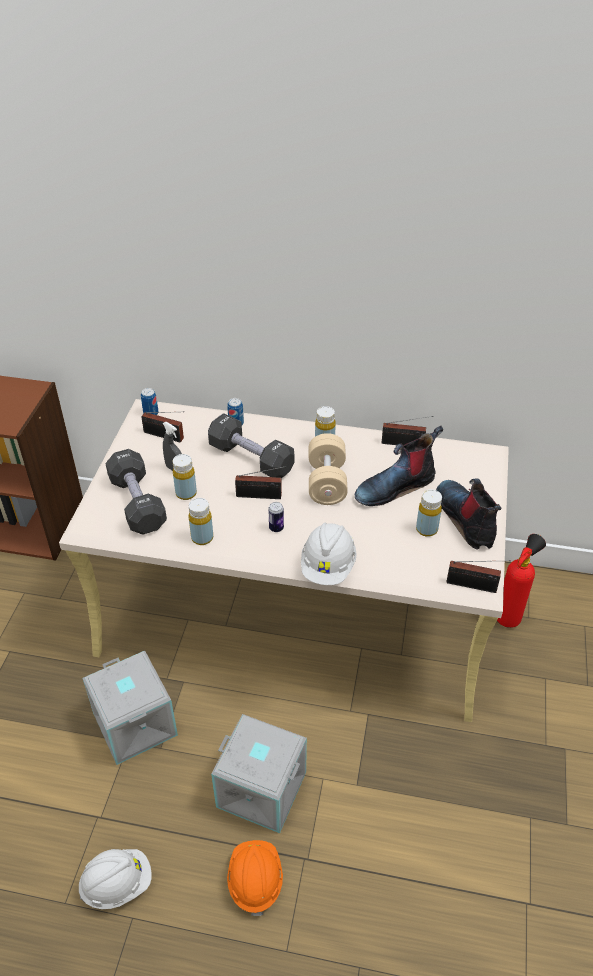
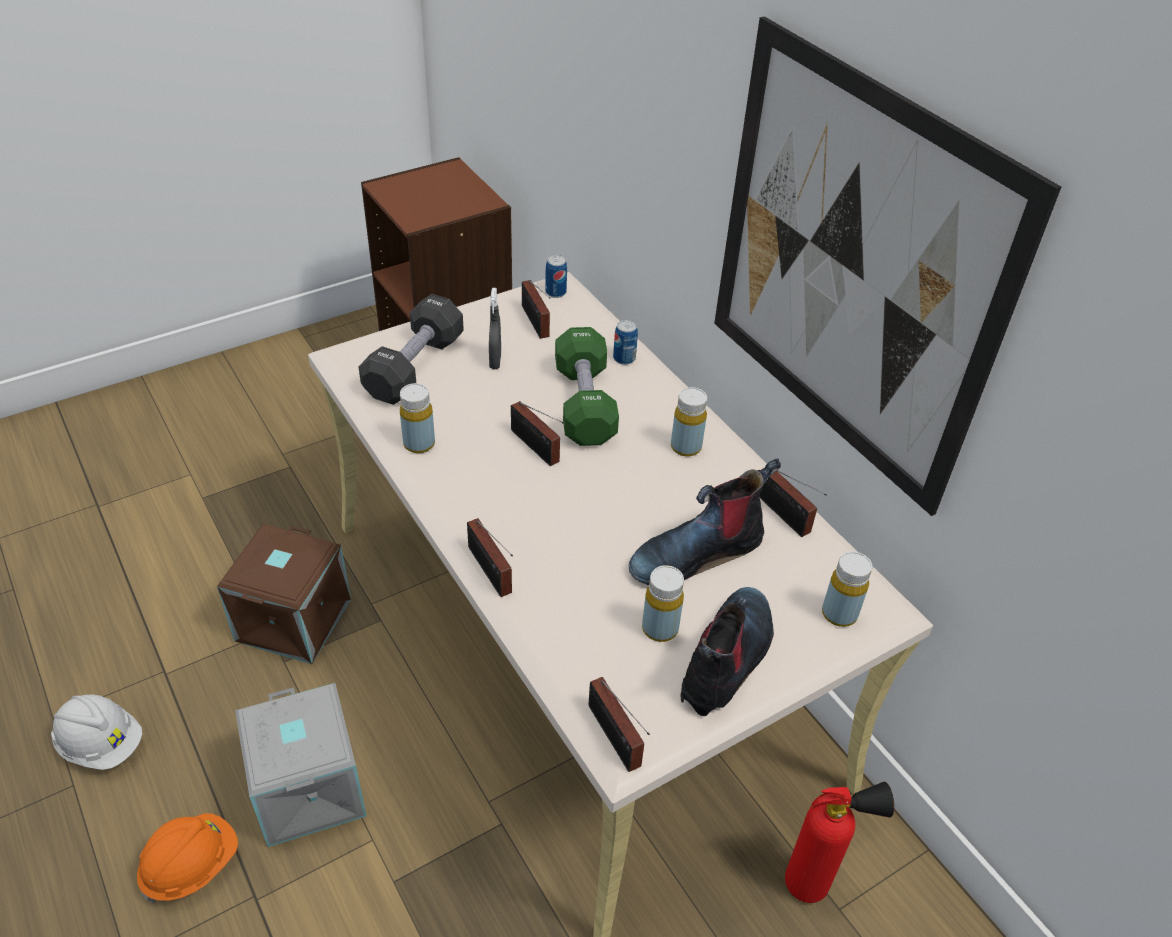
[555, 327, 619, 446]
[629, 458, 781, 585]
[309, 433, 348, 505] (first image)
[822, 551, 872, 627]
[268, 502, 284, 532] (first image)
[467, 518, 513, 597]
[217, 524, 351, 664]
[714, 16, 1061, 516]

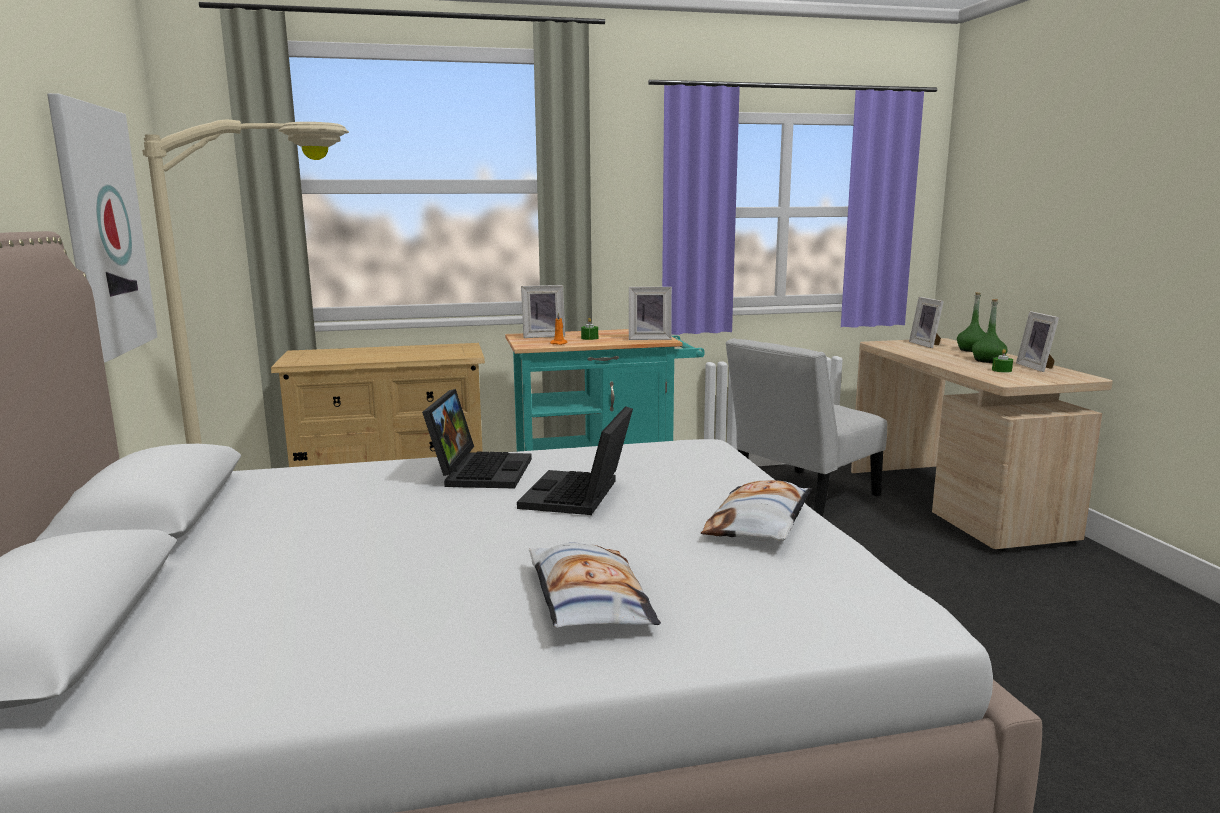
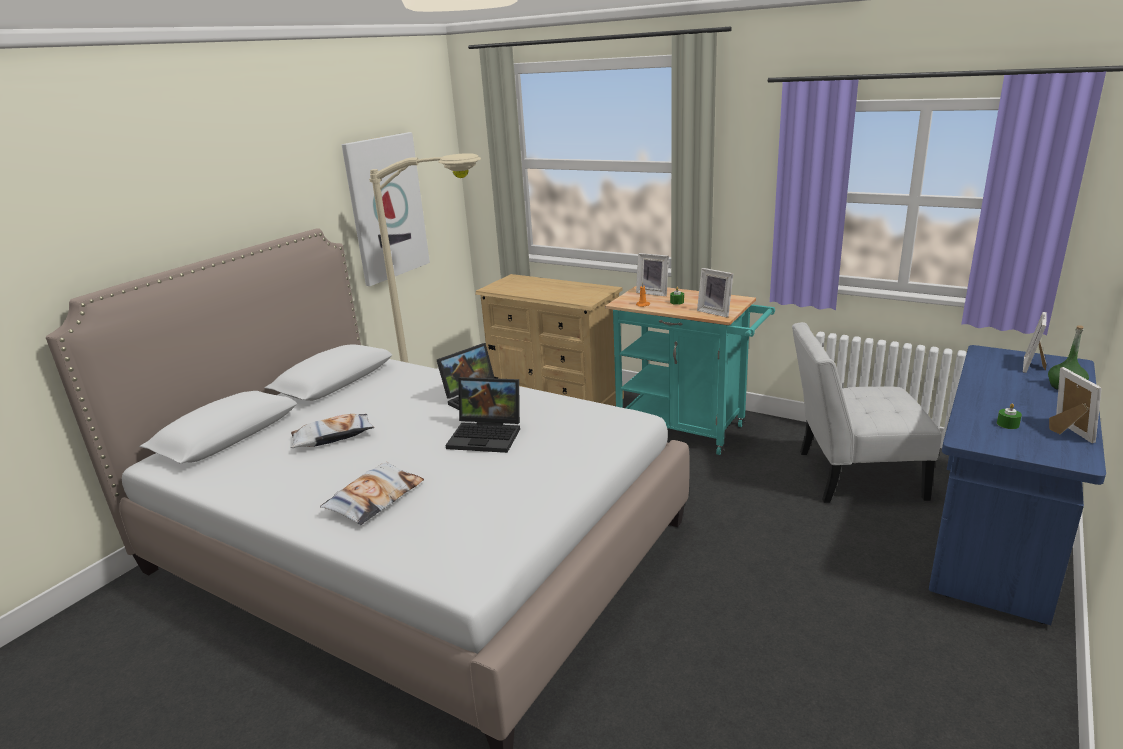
[972, 299, 1008, 363] (first image)
[1049, 367, 1102, 443]
[929, 345, 1106, 625]
[446, 377, 520, 453]
[291, 414, 375, 448]

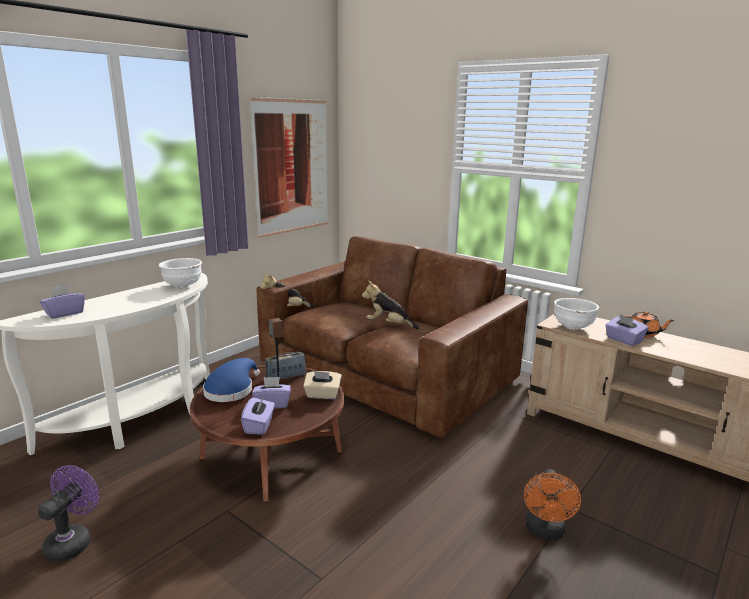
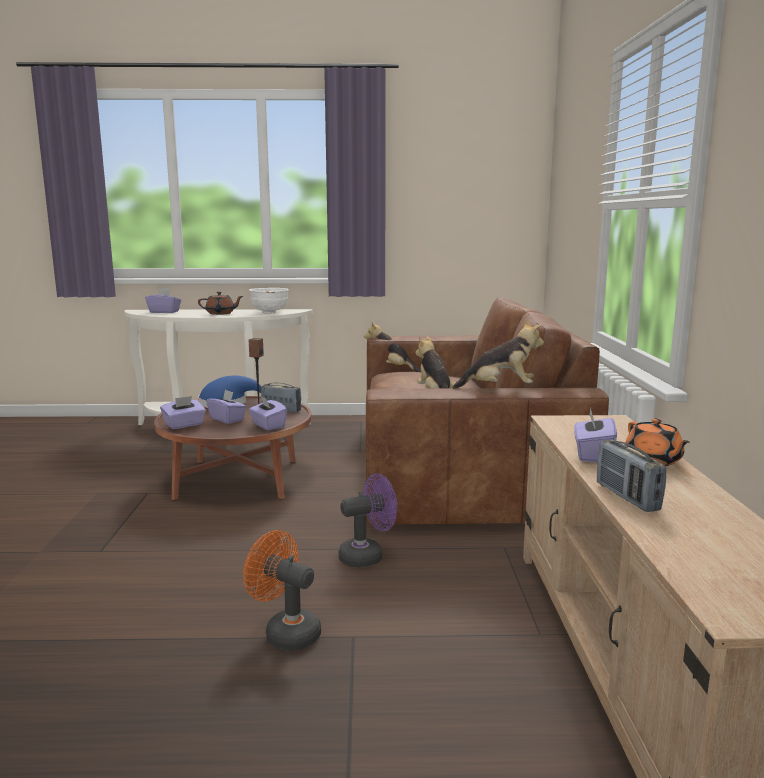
[250, 97, 328, 238] (first image)
[554, 298, 599, 330] (first image)
[249, 397, 287, 430]
[338, 473, 397, 567]
[243, 530, 321, 651]
[198, 292, 243, 315]
[453, 320, 544, 389]
[597, 440, 666, 512]

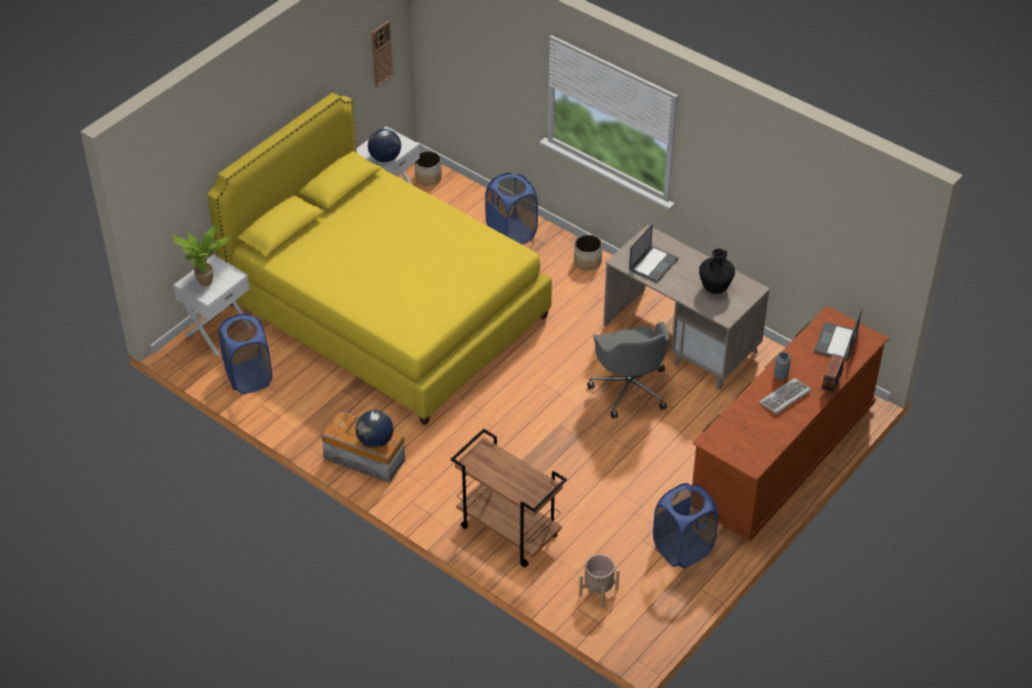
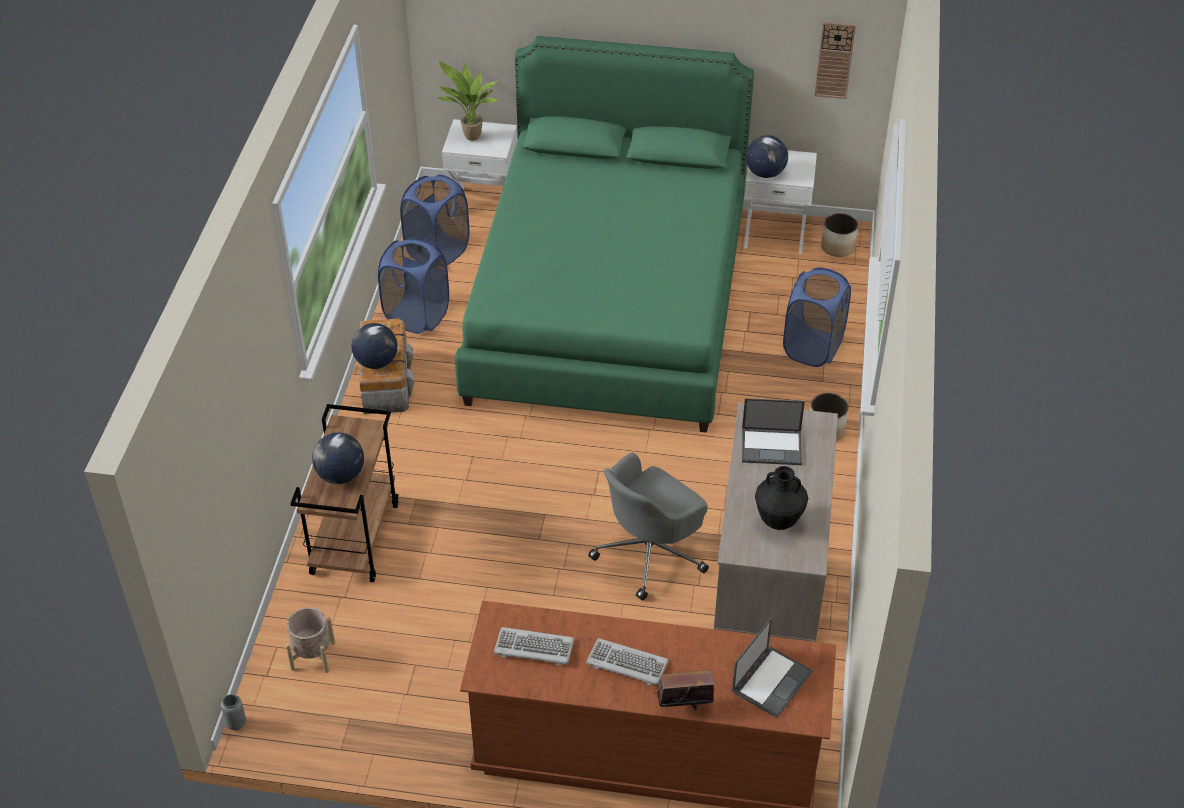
[455, 36, 754, 433]
[732, 617, 813, 718]
[221, 694, 246, 730]
[378, 238, 449, 334]
[312, 432, 364, 484]
[494, 627, 574, 666]

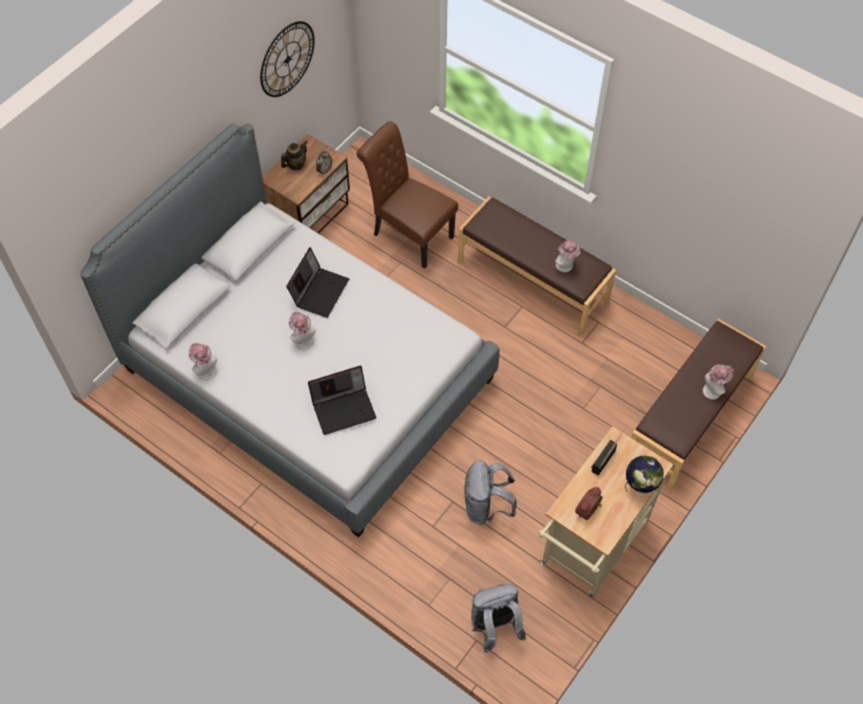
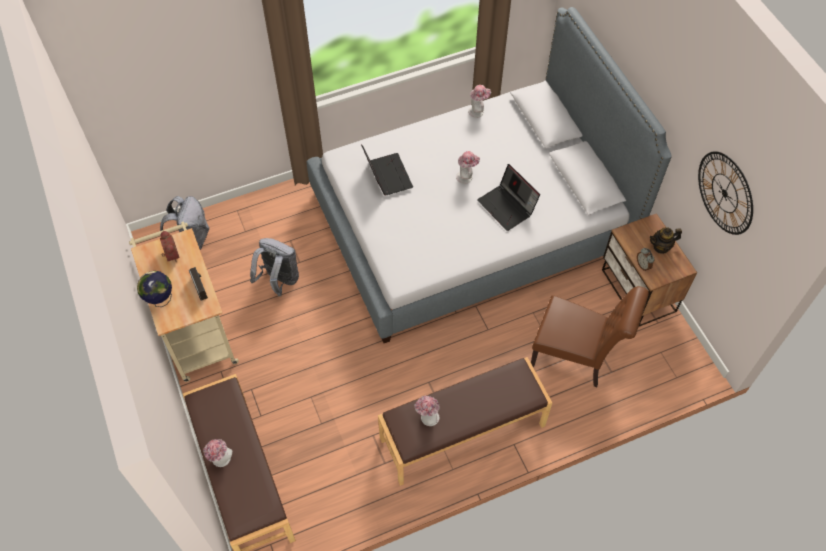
[531, 286, 649, 387]
[650, 227, 682, 254]
[361, 145, 413, 195]

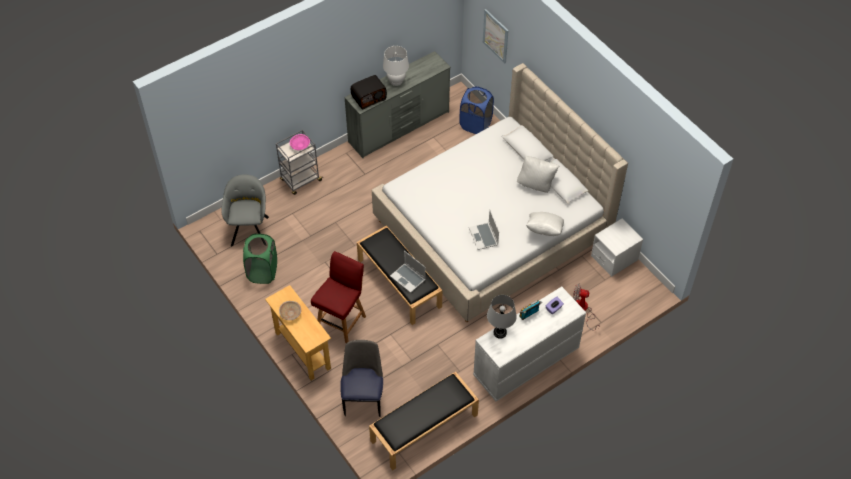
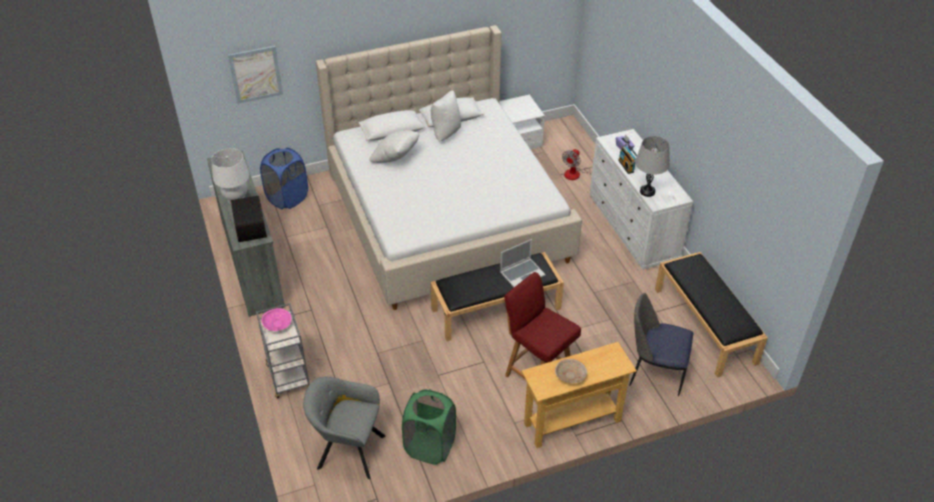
[469, 210, 499, 250] (first image)
[369, 130, 420, 163]

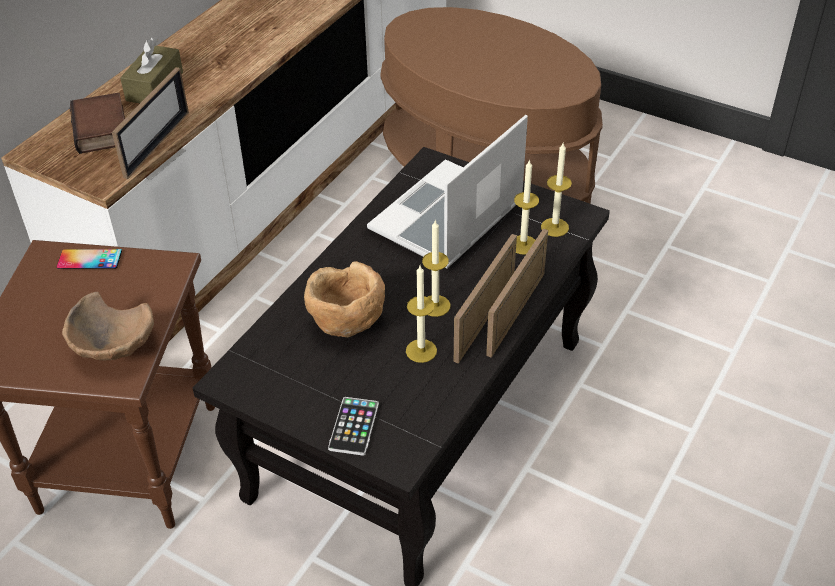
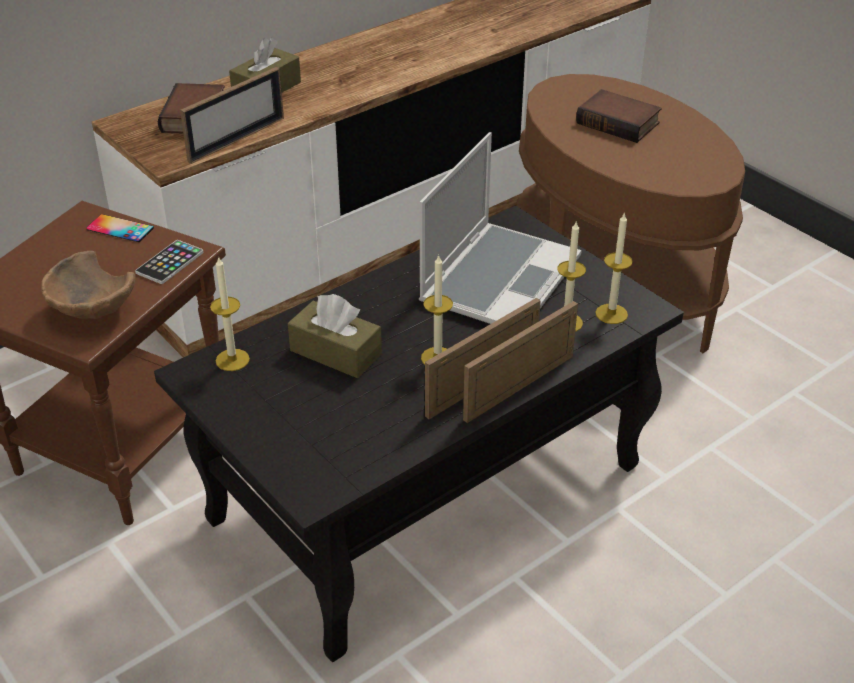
[419, 132, 582, 324]
[288, 294, 382, 378]
[210, 256, 250, 371]
[135, 240, 203, 284]
[576, 89, 662, 143]

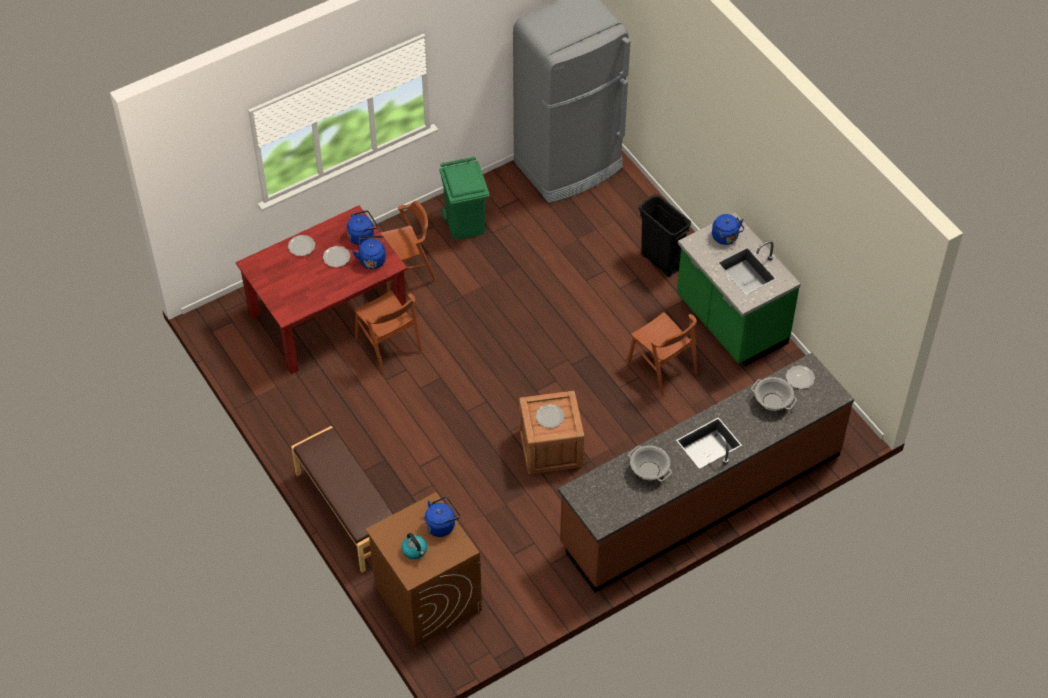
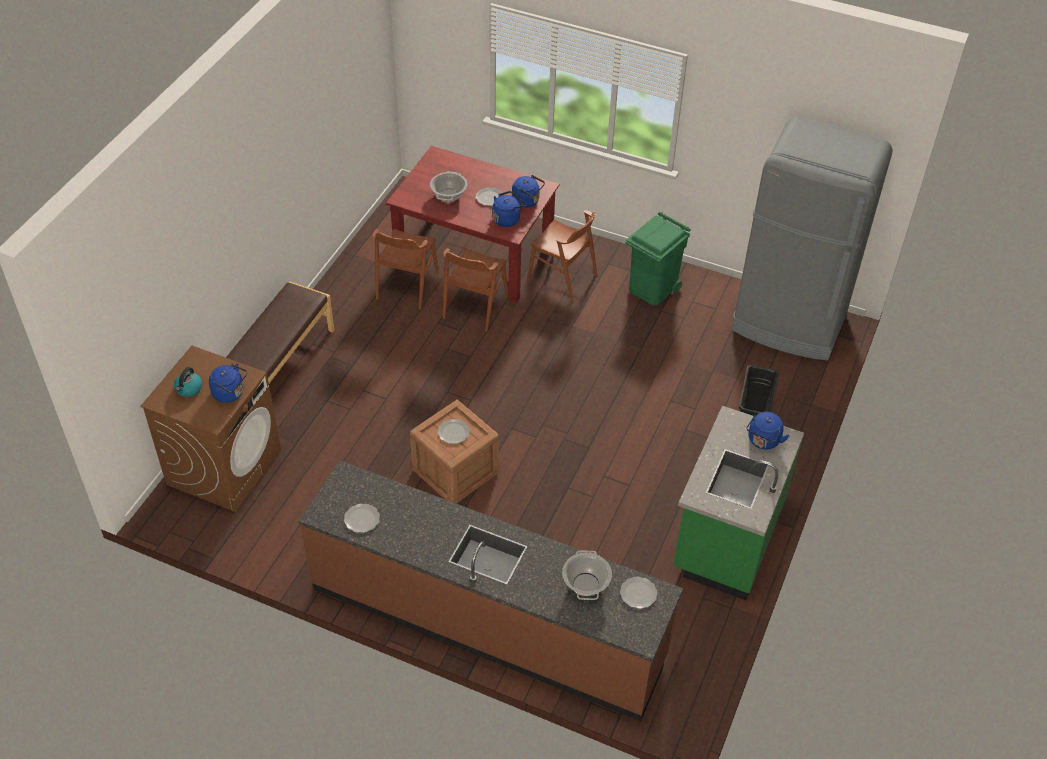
[344, 504, 380, 533]
[373, 229, 439, 309]
[430, 171, 467, 202]

